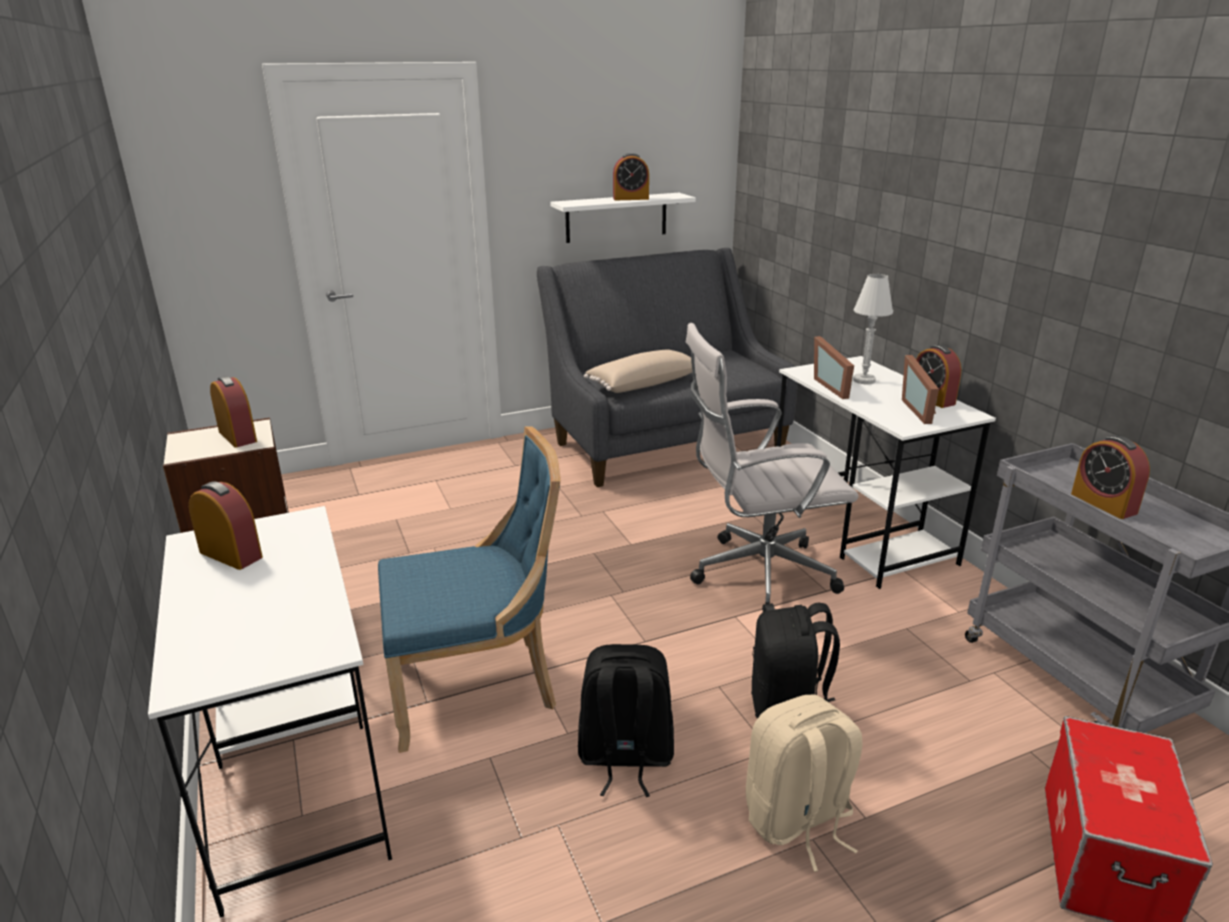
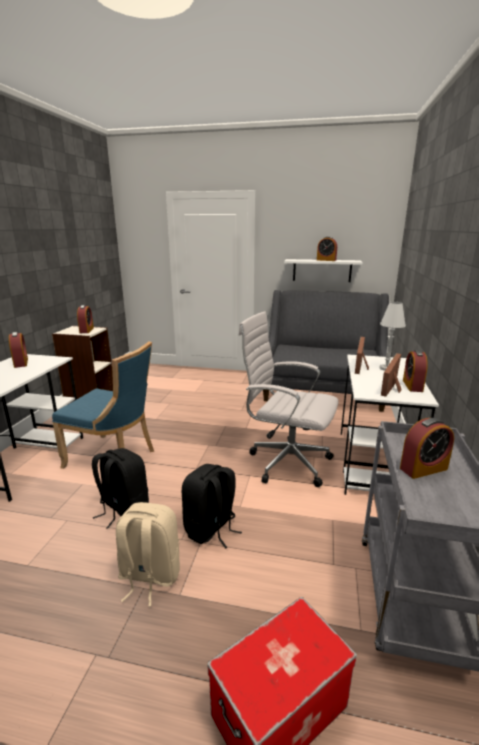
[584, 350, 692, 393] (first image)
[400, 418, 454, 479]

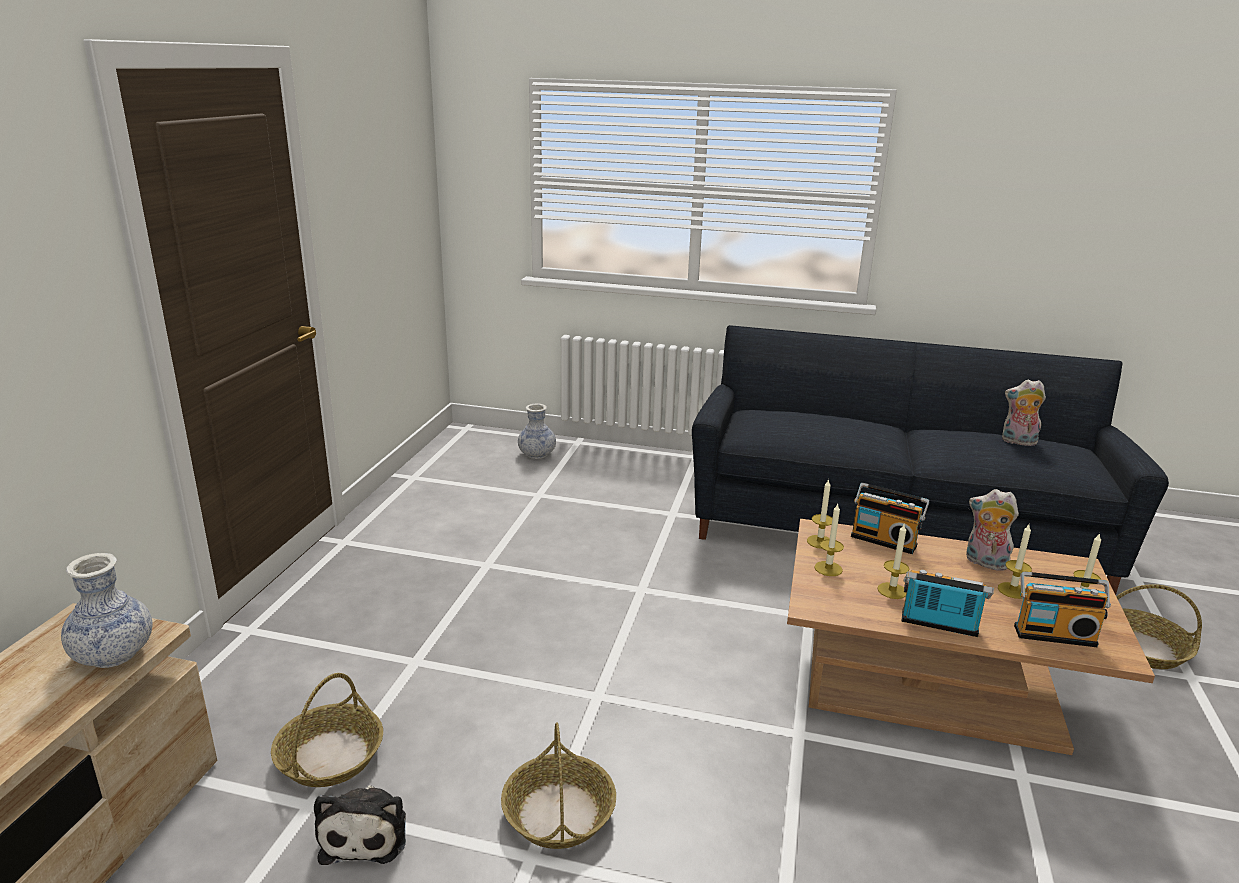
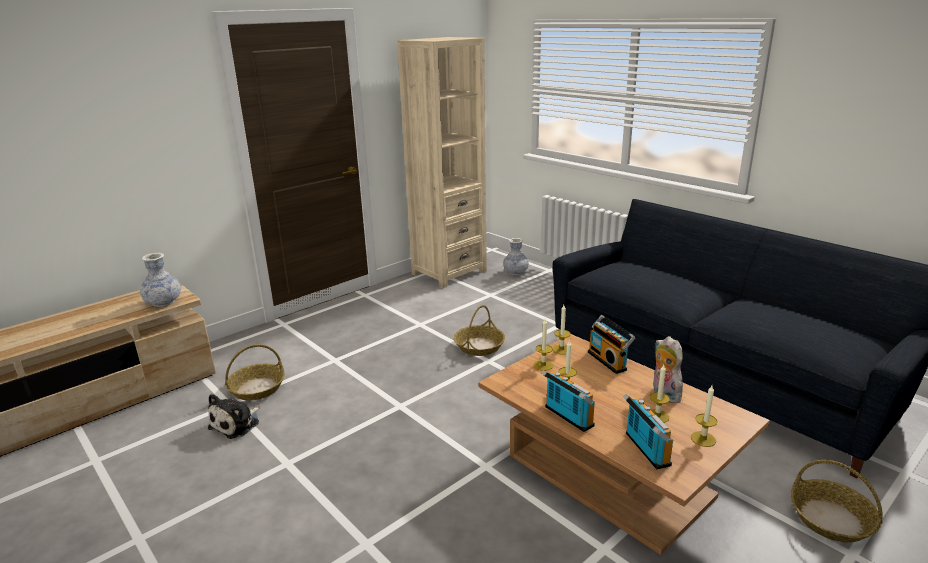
[1002, 380, 1046, 446] (first image)
[623, 394, 673, 470]
[454, 305, 505, 356]
[397, 37, 487, 288]

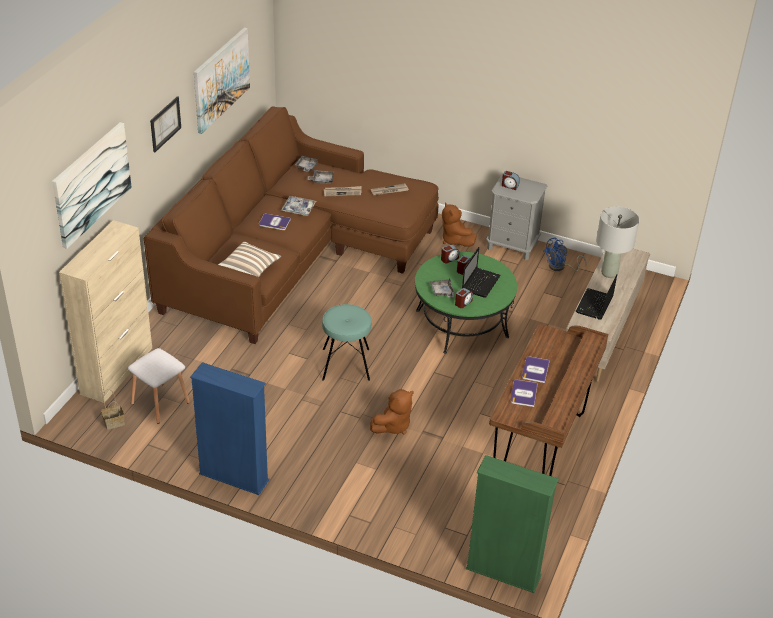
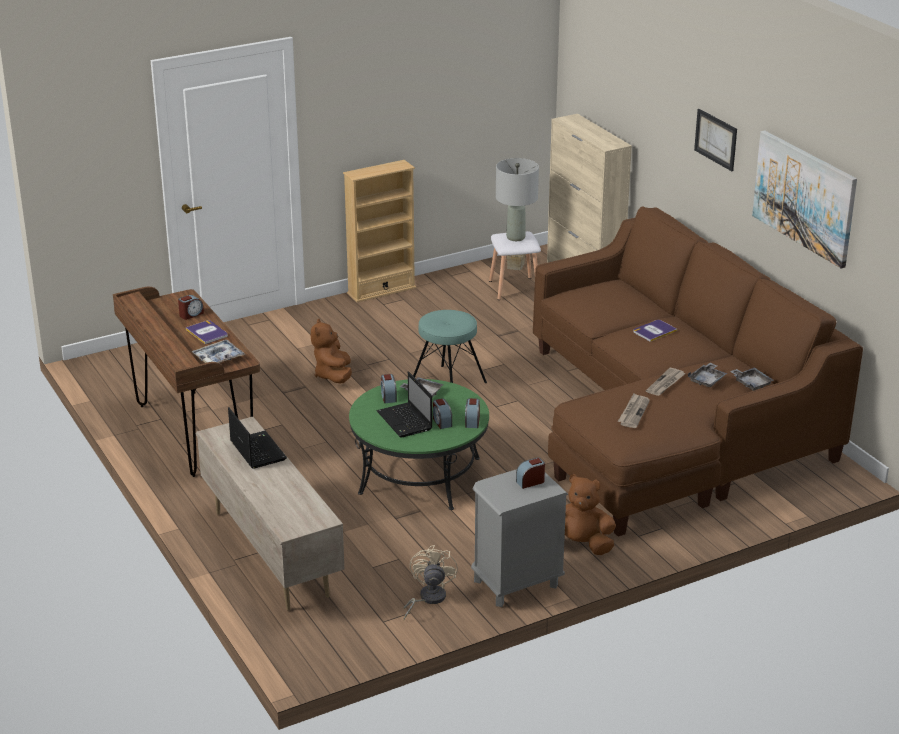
[52, 122, 132, 249] (first image)
[192, 340, 246, 363]
[496, 158, 539, 241]
[403, 545, 458, 620]
[218, 242, 282, 277] (first image)
[343, 160, 416, 302]
[178, 295, 204, 320]
[466, 455, 559, 593] (first image)

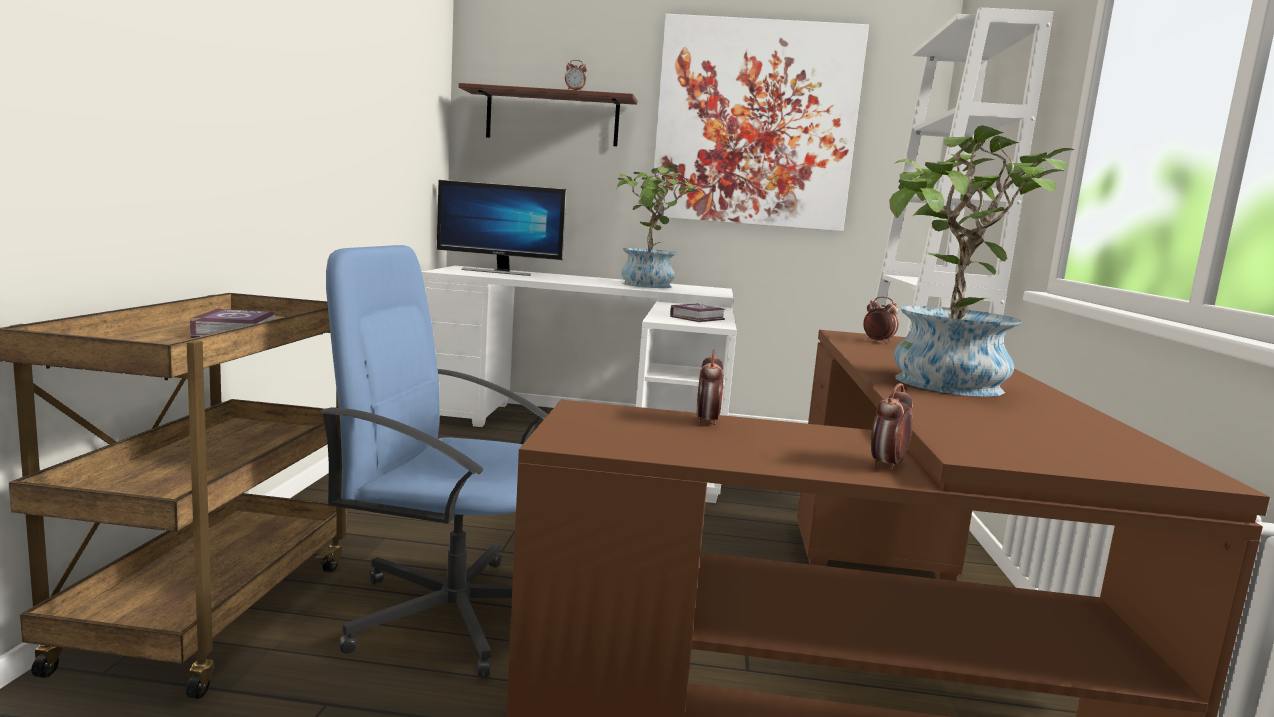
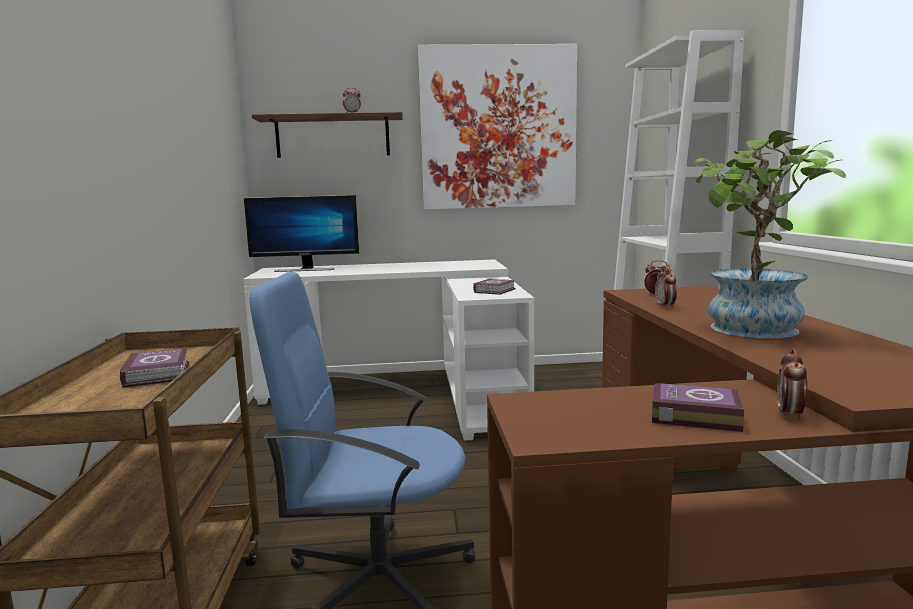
[616, 164, 705, 288] (first image)
[655, 268, 677, 309]
[652, 383, 744, 432]

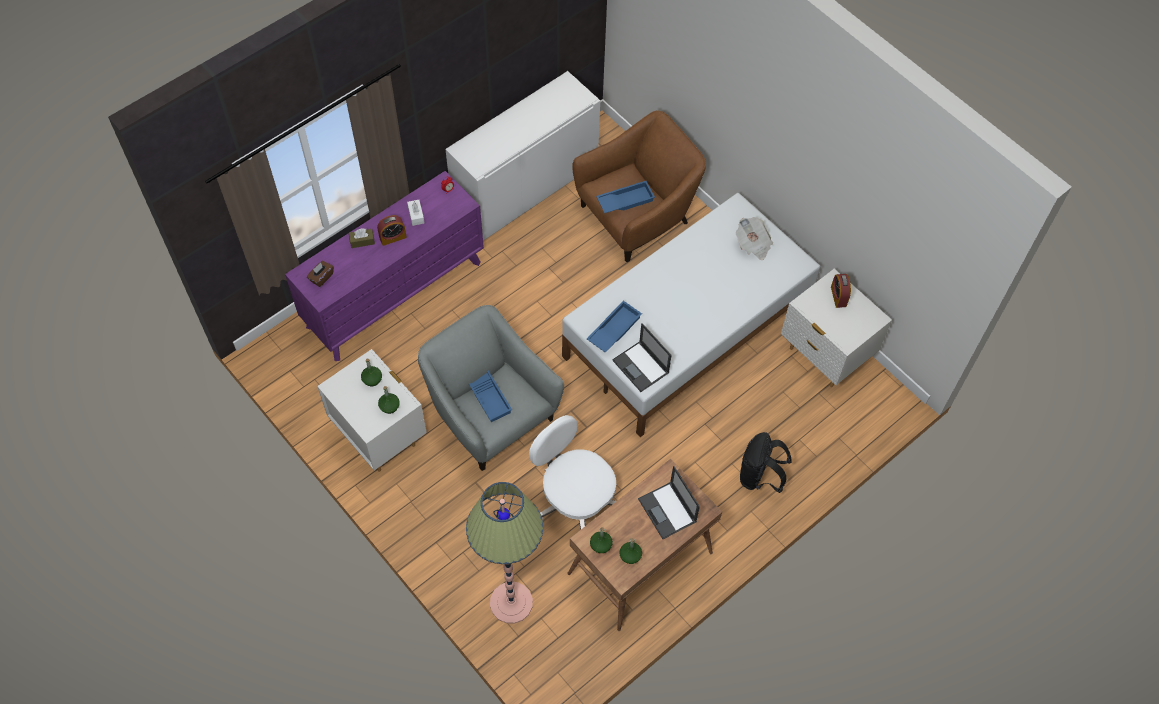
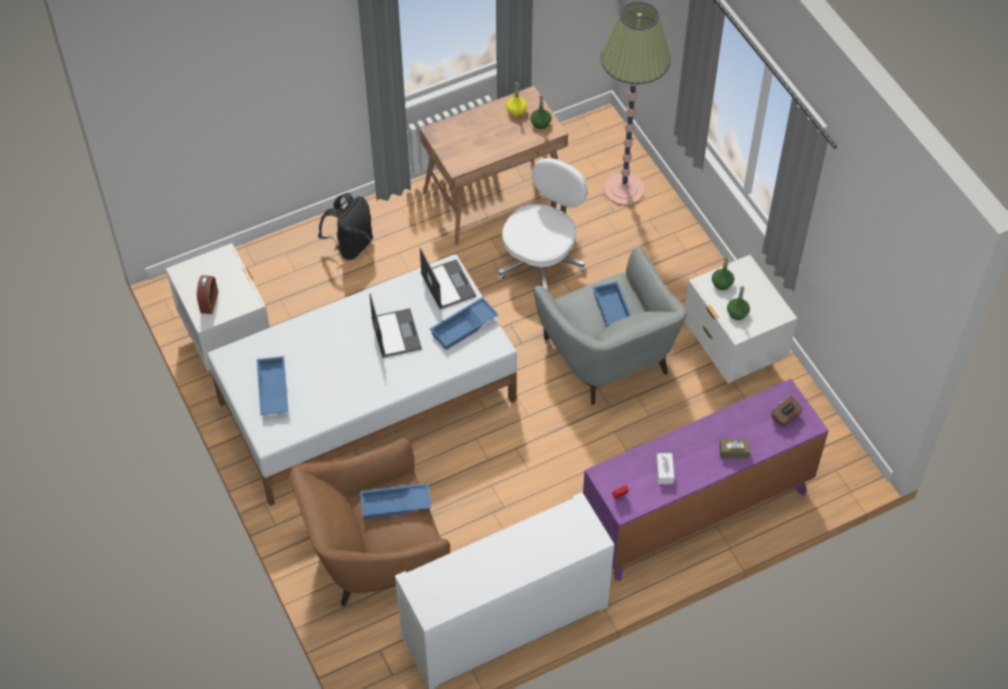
[377, 215, 407, 246] (first image)
[256, 356, 289, 415]
[498, 158, 588, 291]
[369, 293, 422, 358]
[506, 82, 527, 117]

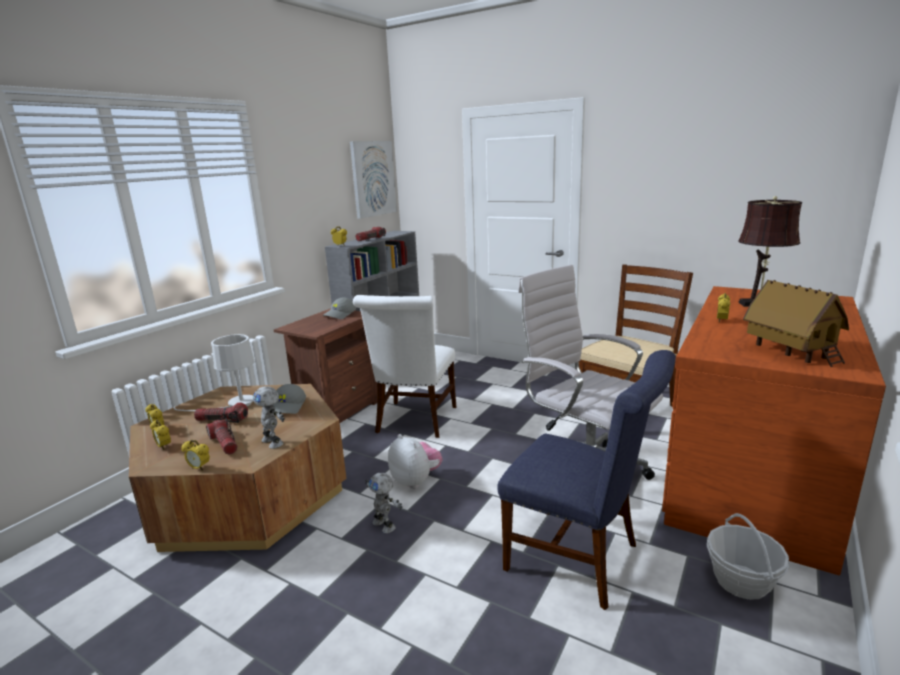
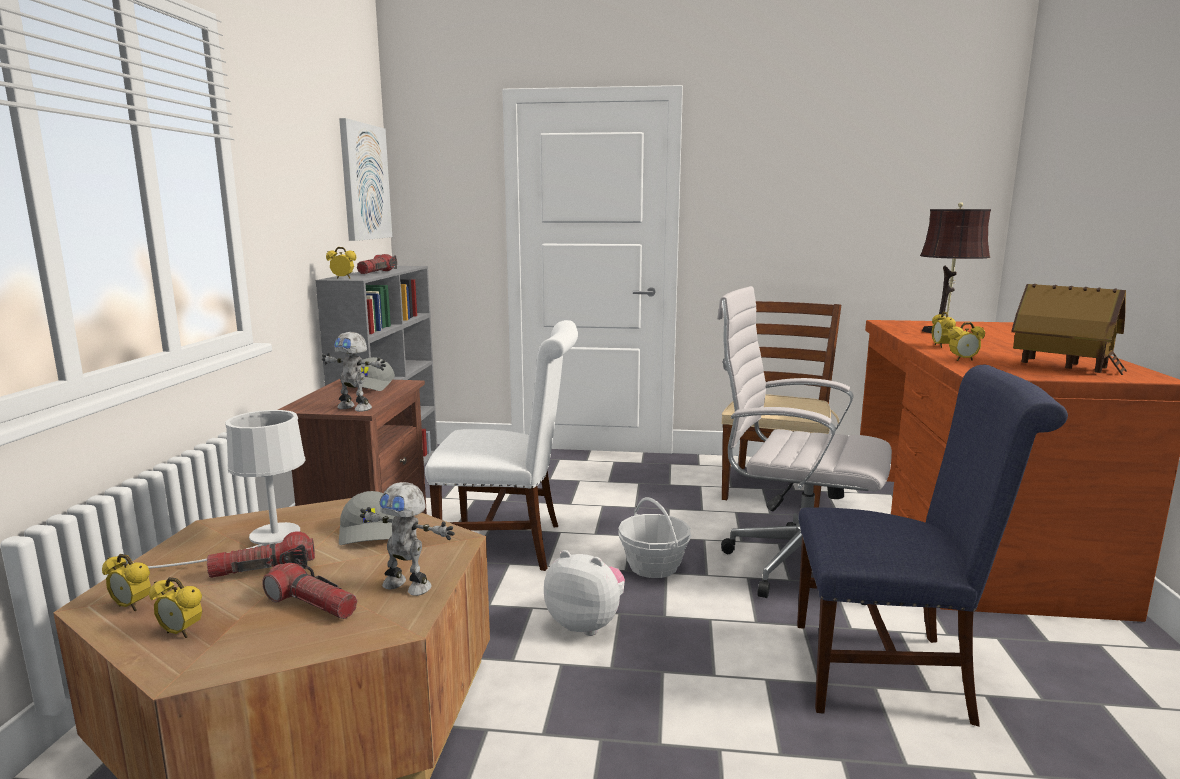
[425, 320, 578, 571]
[948, 322, 985, 361]
[322, 332, 386, 412]
[618, 497, 691, 578]

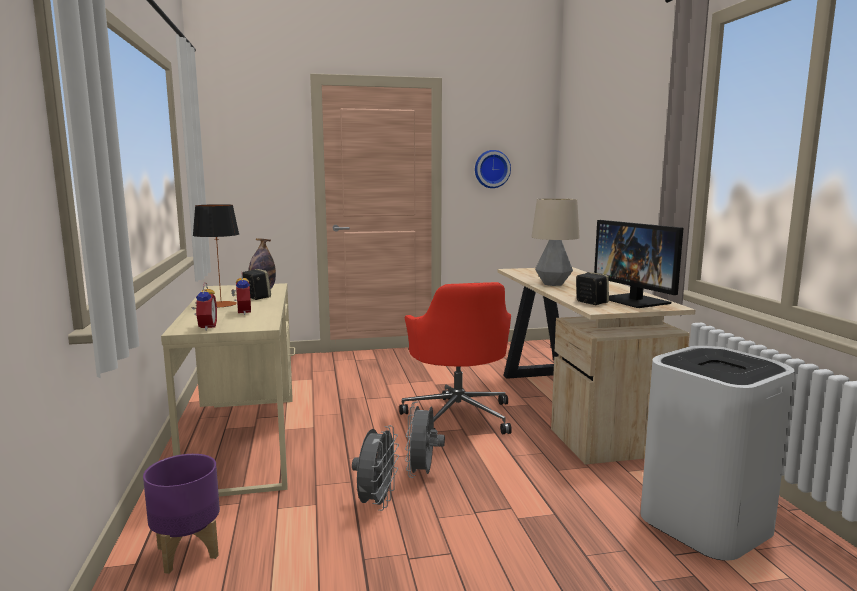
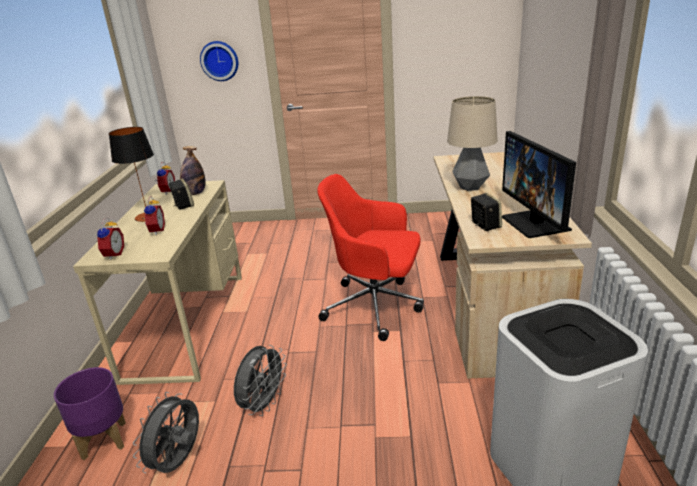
[200, 41, 238, 81]
[317, 174, 424, 341]
[133, 392, 199, 473]
[155, 162, 175, 195]

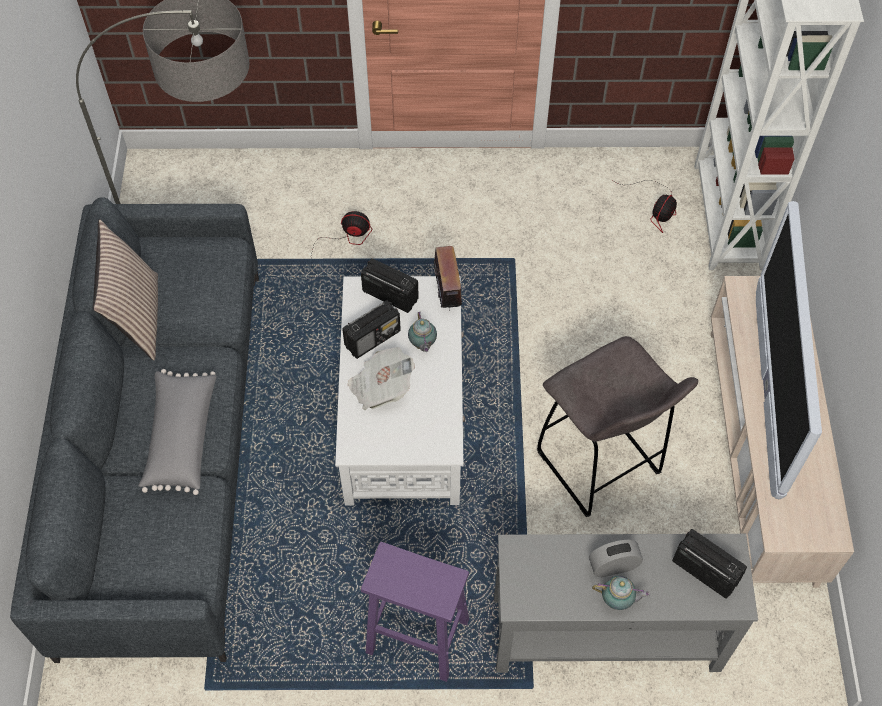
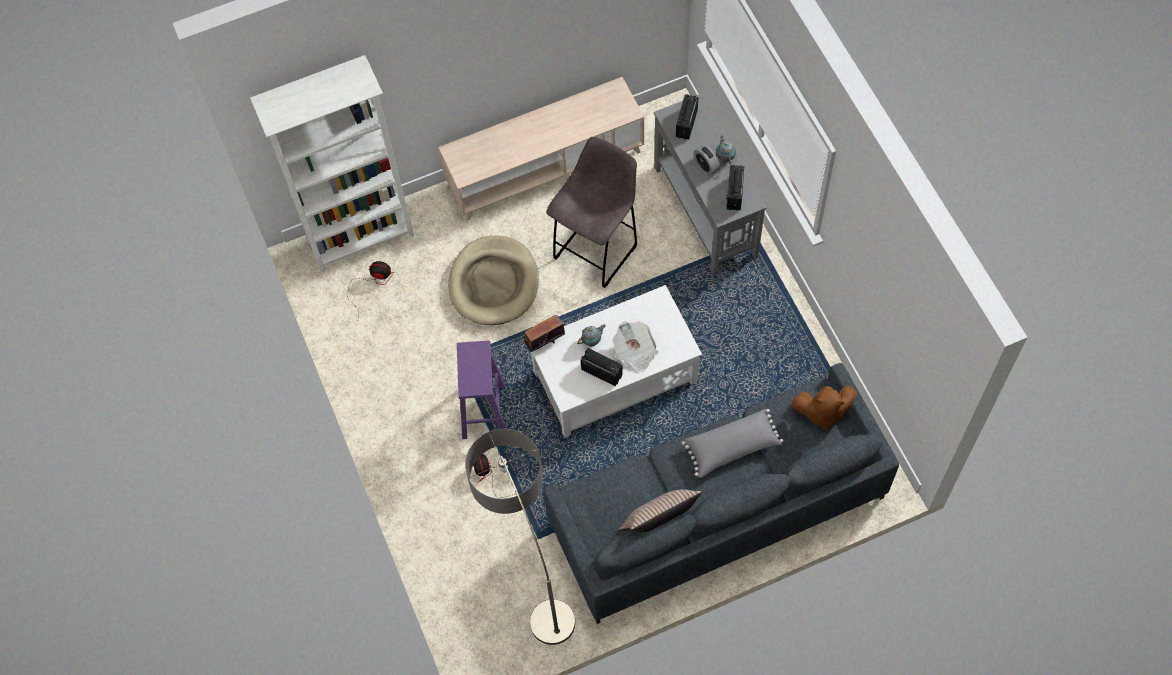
[756, 201, 822, 499] (first image)
[726, 165, 744, 211]
[457, 341, 506, 439]
[448, 236, 539, 325]
[791, 385, 857, 430]

